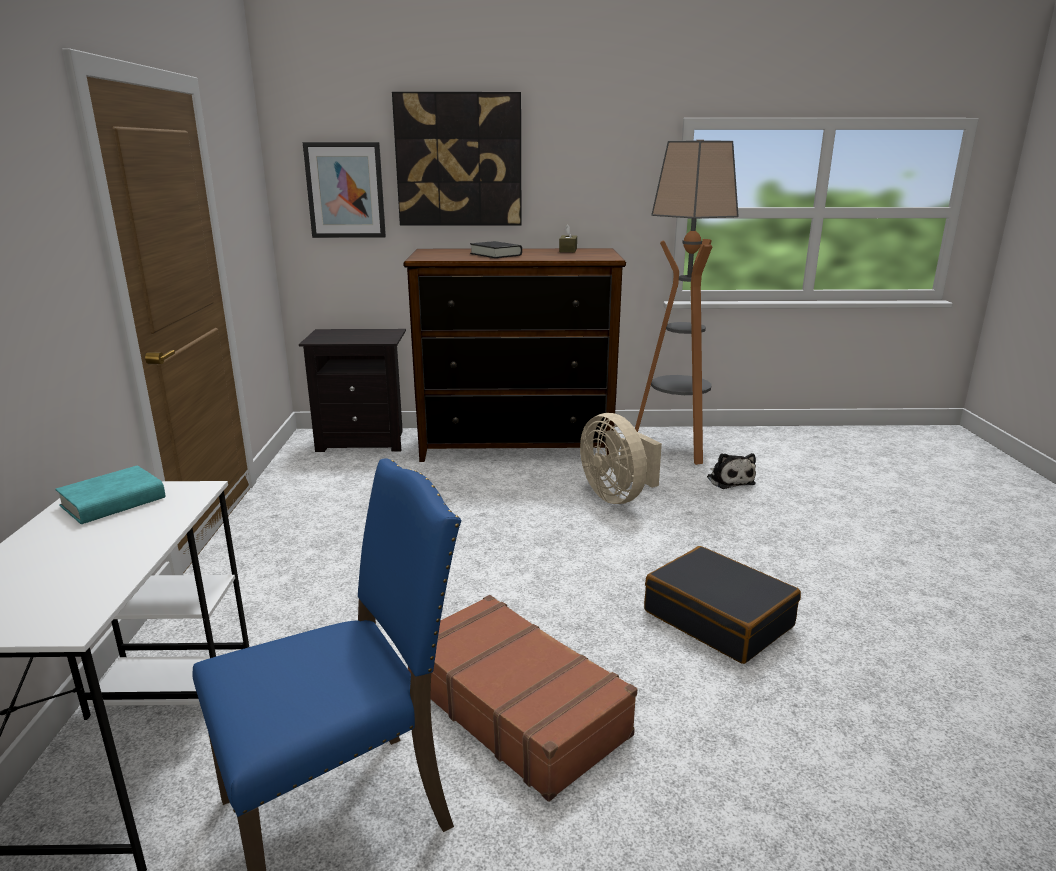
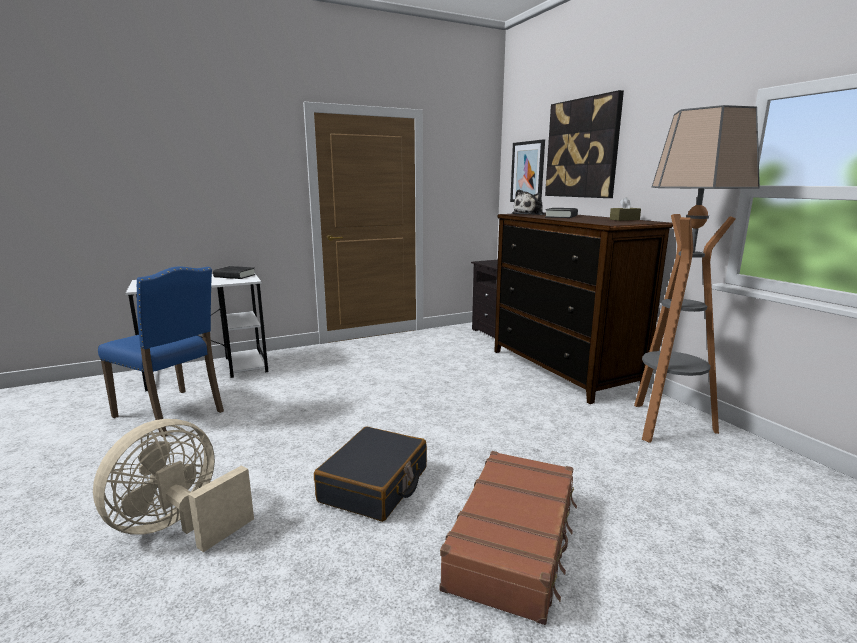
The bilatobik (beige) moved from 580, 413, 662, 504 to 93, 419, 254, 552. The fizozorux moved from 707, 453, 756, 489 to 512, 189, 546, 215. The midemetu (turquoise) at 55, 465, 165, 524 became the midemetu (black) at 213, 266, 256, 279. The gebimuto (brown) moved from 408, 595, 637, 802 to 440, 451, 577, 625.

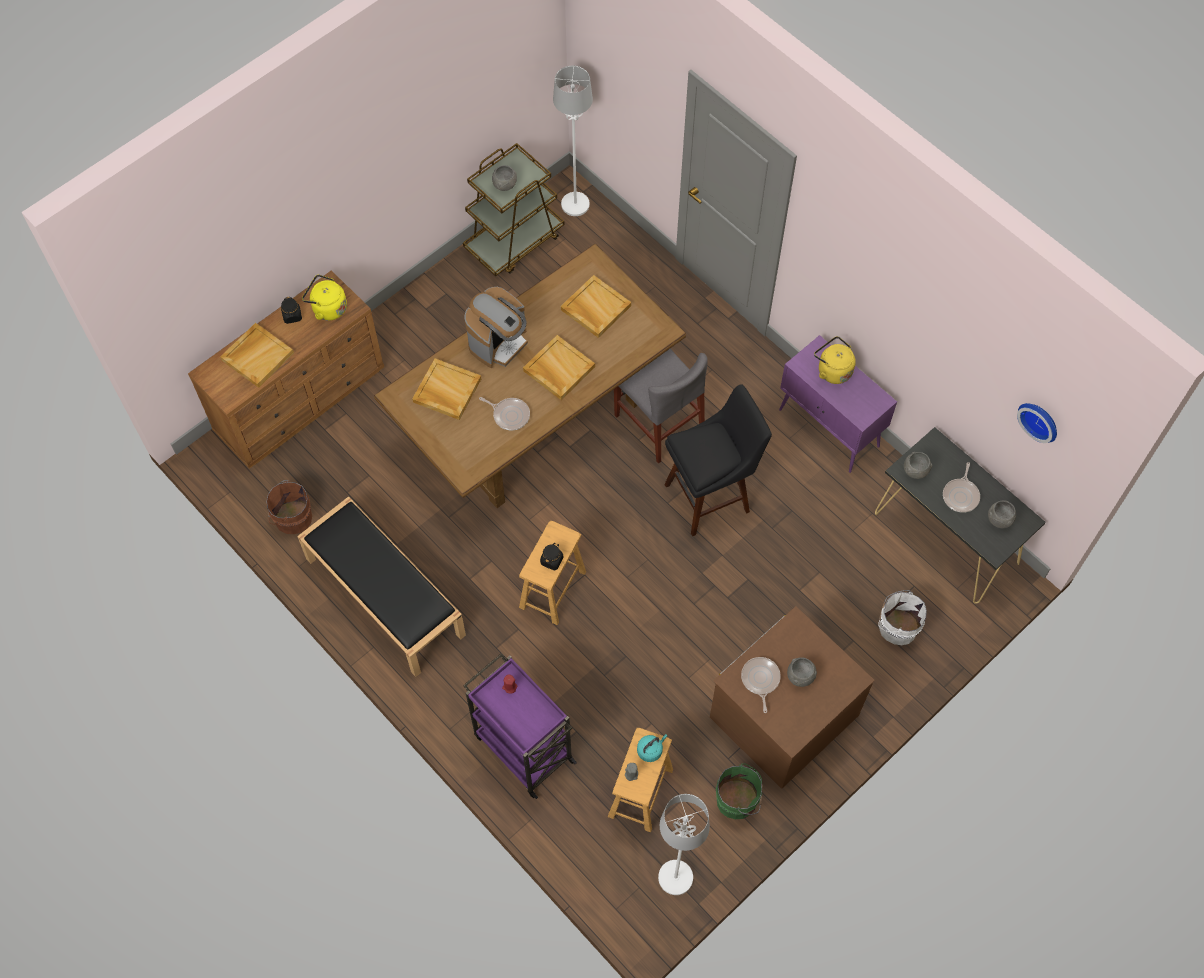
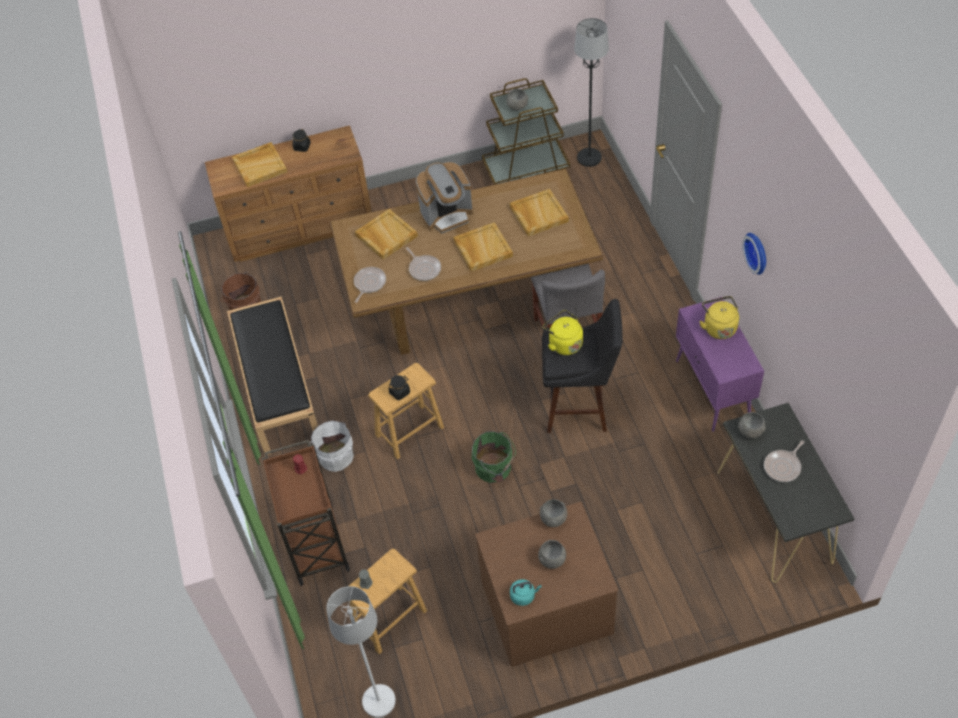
The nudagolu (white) at 553, 66, 593, 216 became the nudagolu (black) at 574, 18, 609, 167. The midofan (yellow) moved from 302, 274, 347, 320 to 543, 310, 583, 355. The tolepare moved from 1017, 403, 1057, 443 to 742, 233, 766, 275. The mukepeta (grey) moved from 988, 501, 1016, 528 to 540, 499, 567, 527. The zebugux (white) moved from 878, 590, 927, 645 to 310, 421, 354, 472. The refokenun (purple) at 463, 653, 577, 799 became the refokenun (brown) at 262, 440, 350, 586. The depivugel moved from 741, 657, 781, 713 to 354, 267, 386, 303. The midofan (turquoise) moved from 637, 734, 667, 762 to 510, 579, 542, 606. The zebugux (green) moved from 716, 763, 763, 819 to 472, 432, 516, 483.

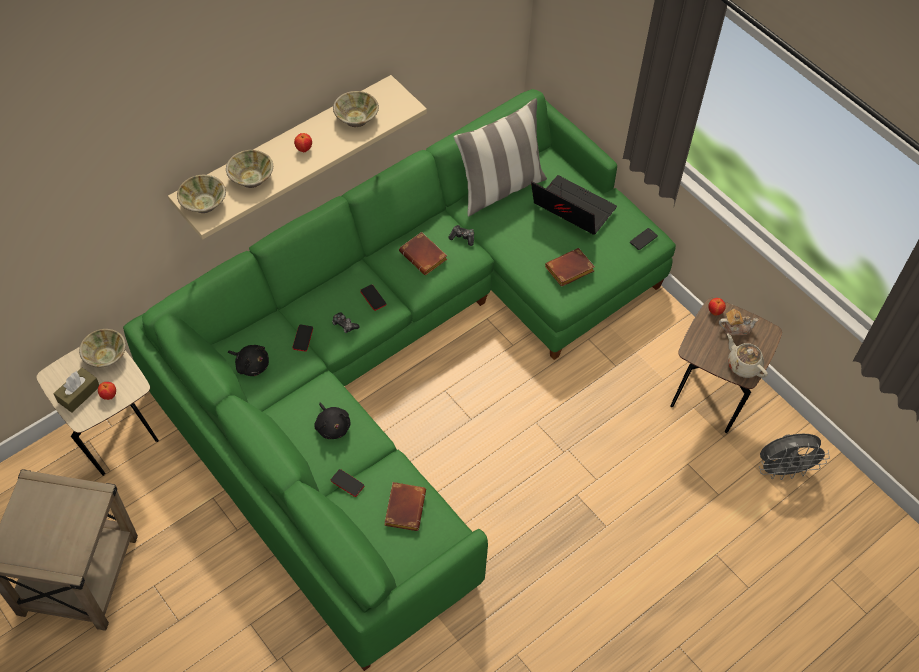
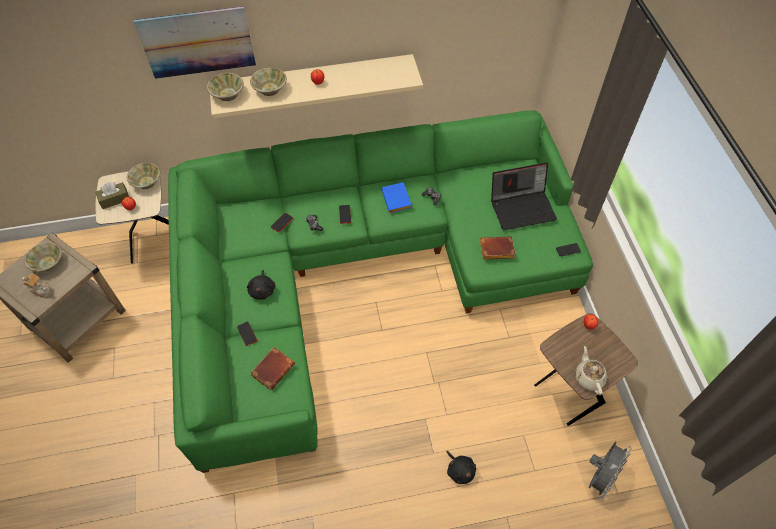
The mukepeta (beige) moved from 333, 91, 379, 127 to 24, 242, 62, 272. The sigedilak at 454, 98, 547, 216 disappeared. The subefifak at 531, 175, 617, 235 turned 105 degrees clockwise. The midemetu (brown) at 399, 232, 447, 275 became the midemetu (blue) at 382, 182, 411, 213. The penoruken moved from 719, 309, 759, 336 to 22, 273, 52, 298. The fizozorux (black) moved from 228, 345, 269, 376 to 446, 451, 476, 484. The bilatobik (grey) at 759, 434, 830, 480 turned 75 degrees counterclockwise. The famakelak at 134, 6, 256, 79 appeared.

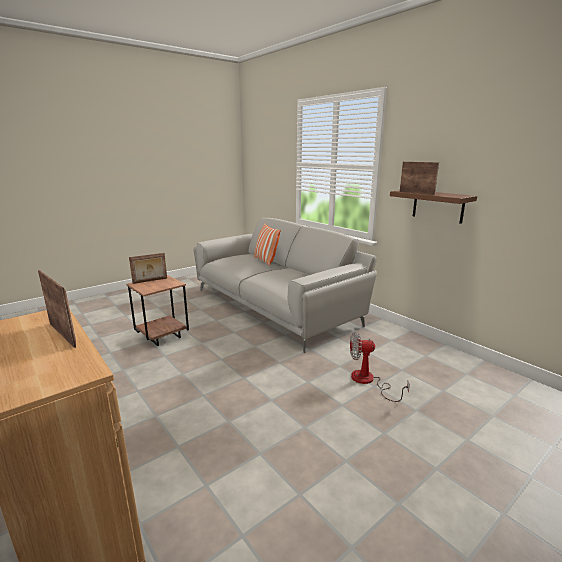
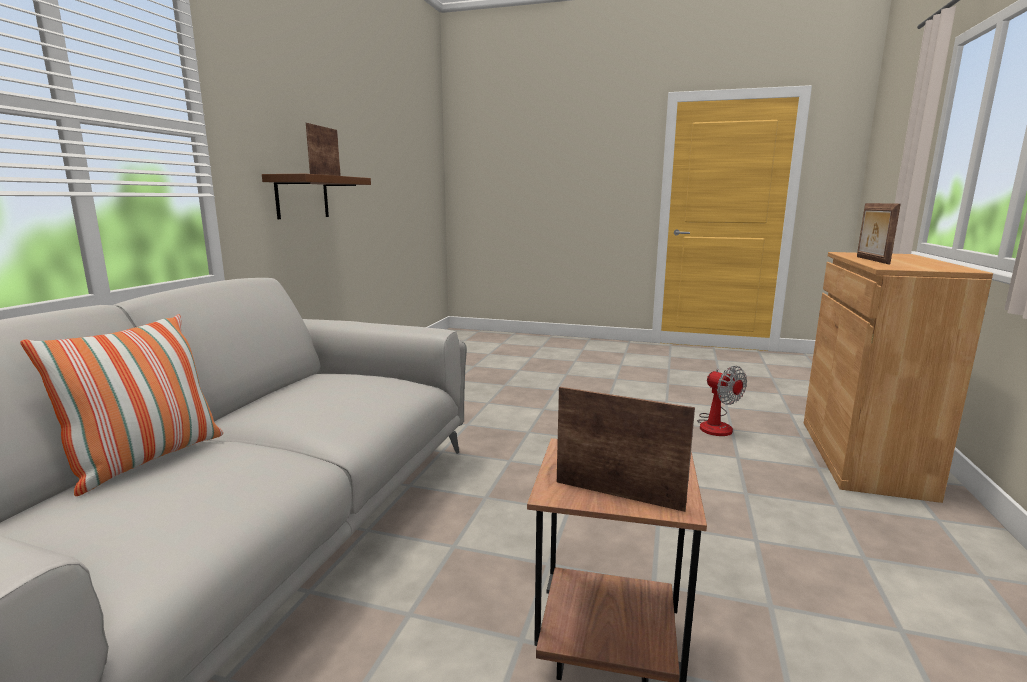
The bilatobik moved from 350, 332, 410, 402 to 697, 366, 747, 436.

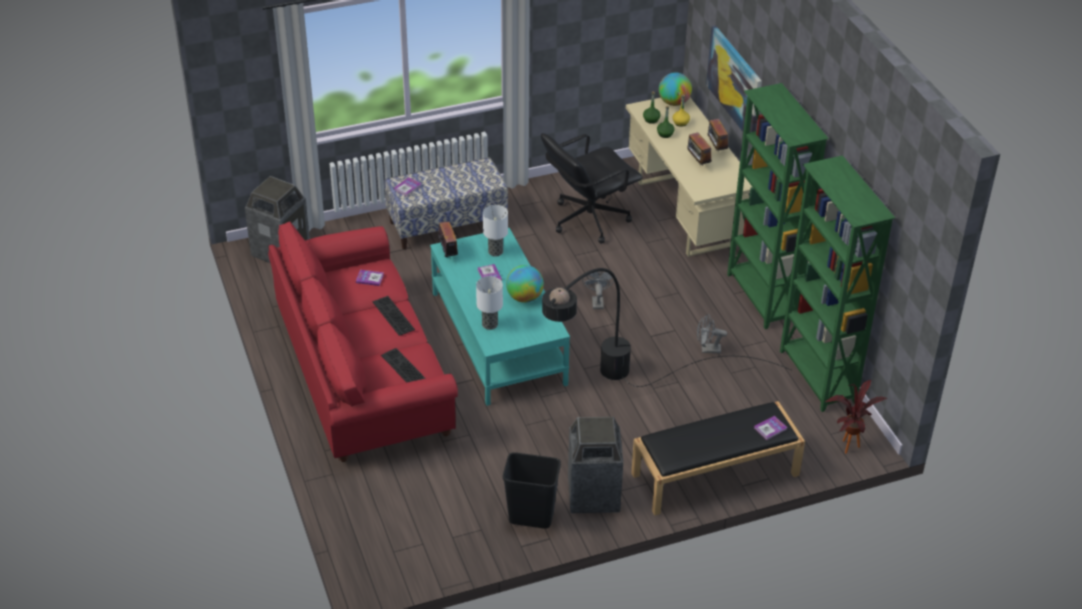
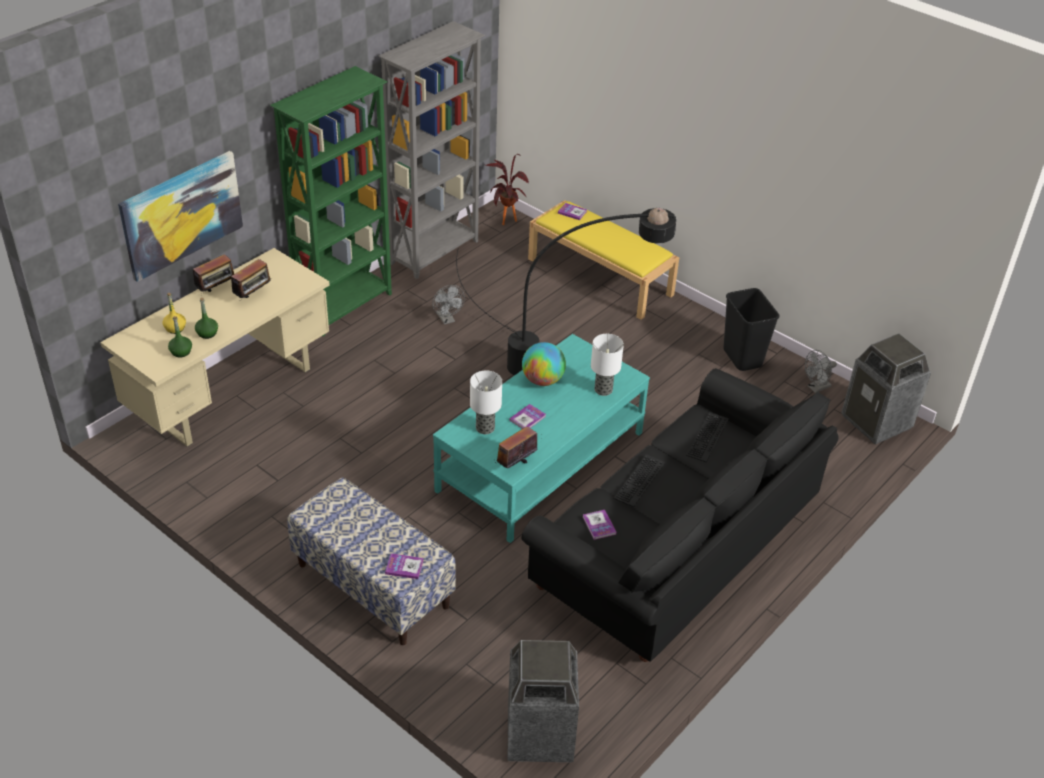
The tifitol at 659, 72, 692, 106 disappeared. The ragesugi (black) at 541, 133, 642, 244 disappeared. The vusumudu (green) at 780, 155, 895, 412 became the vusumudu (grey) at 379, 21, 485, 279. The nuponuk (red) at 268, 221, 458, 462 became the nuponuk (black) at 521, 368, 839, 662. The bilatobik (grey) moved from 582, 271, 614, 309 to 805, 350, 837, 393. The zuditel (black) at 631, 401, 805, 516 became the zuditel (yellow) at 528, 200, 679, 320. The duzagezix moved from 568, 417, 623, 513 to 841, 333, 931, 445.

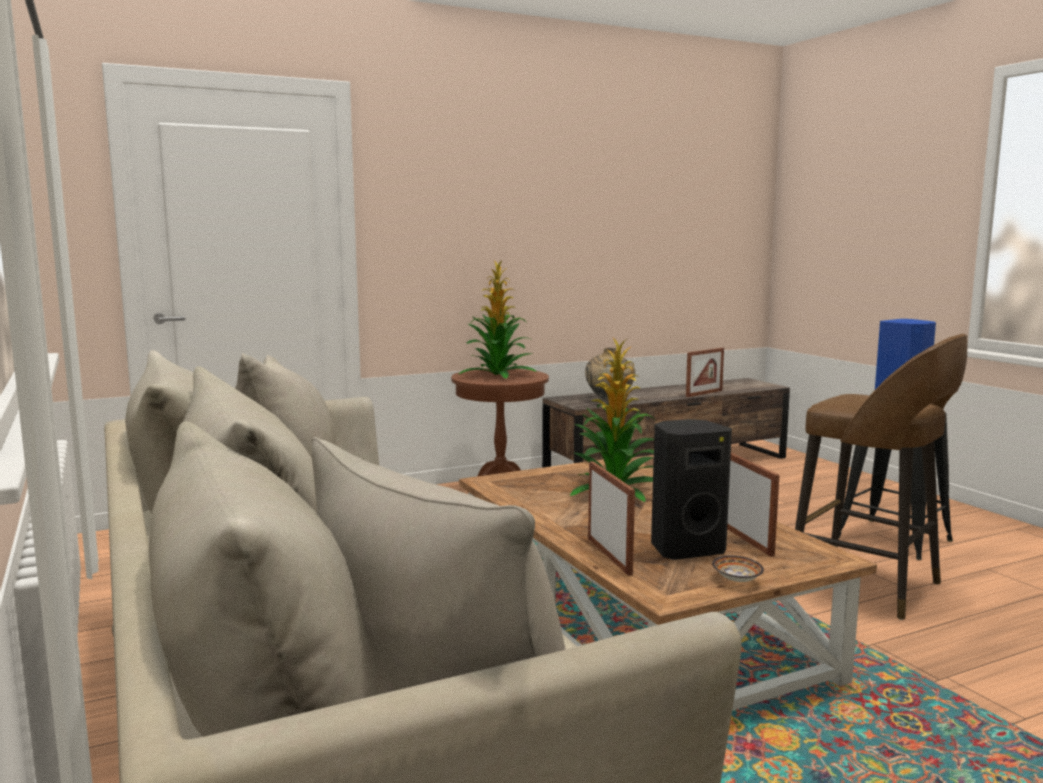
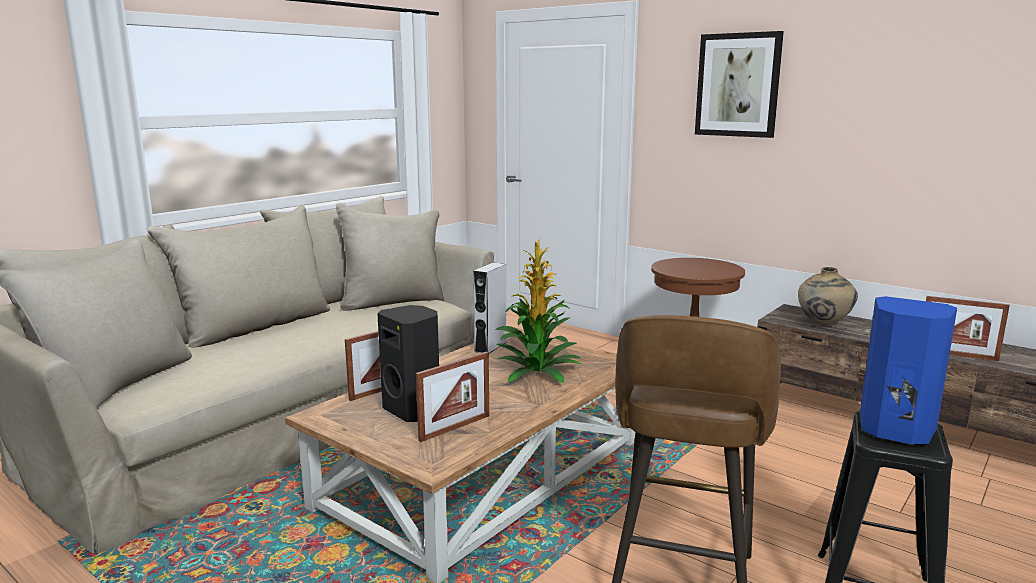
The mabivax at 459, 260, 537, 379 disappeared. The mukepeta at 712, 555, 764, 582 disappeared. The famakelak at 695, 31, 784, 138 appeared. The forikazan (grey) at 473, 262, 507, 353 appeared.

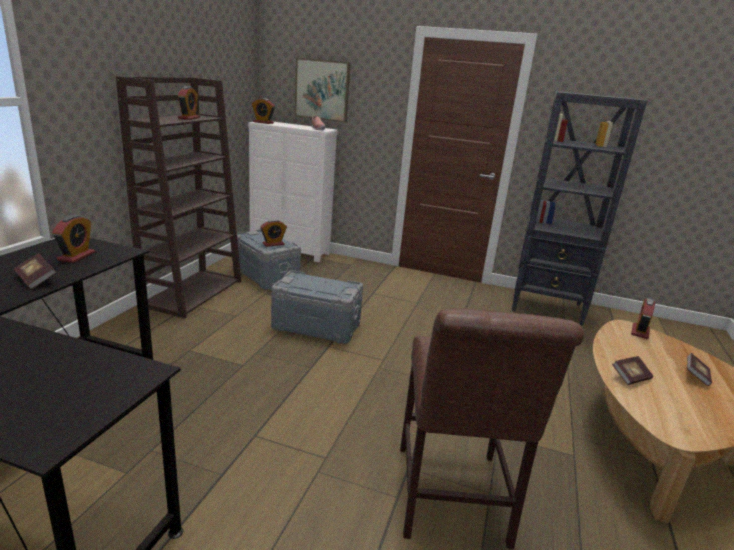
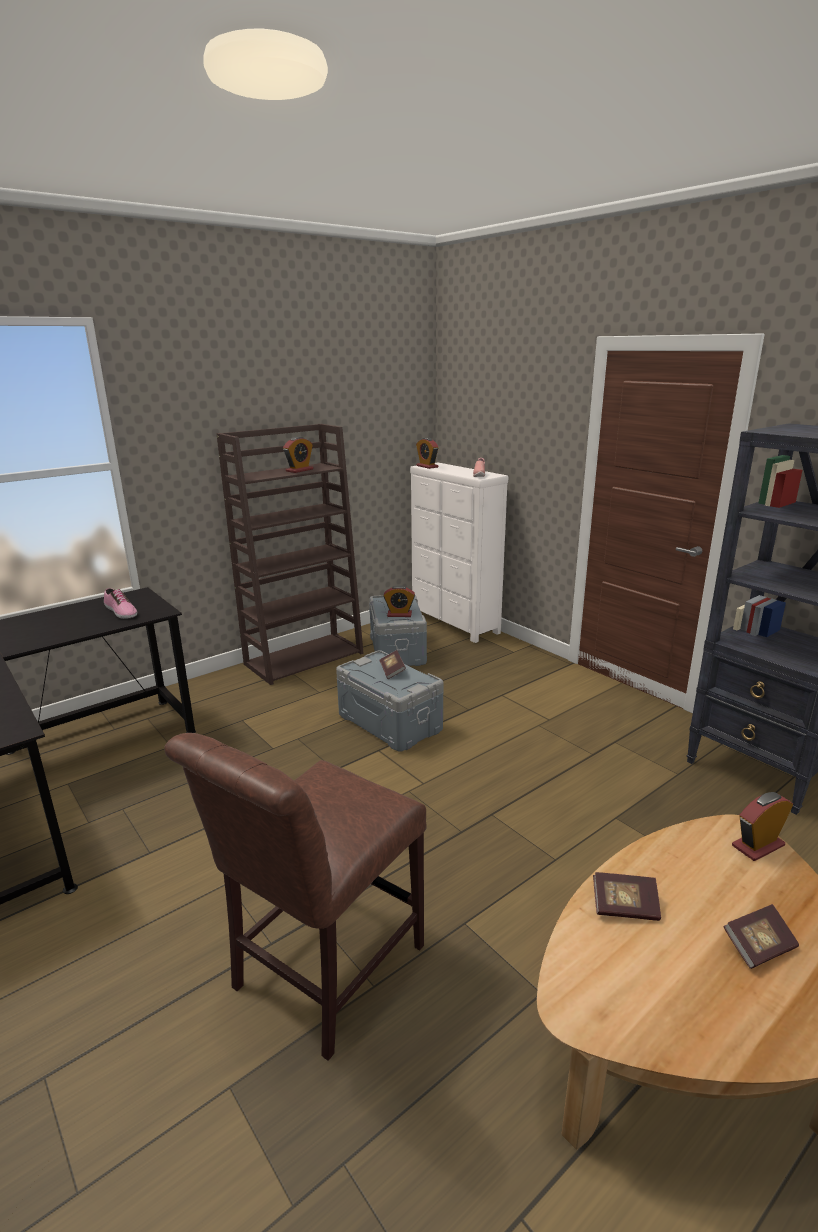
The famakelak at 295, 58, 350, 122 disappeared. The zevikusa at 52, 215, 95, 263 was replaced by the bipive at 104, 588, 137, 619. The midemetu moved from 14, 254, 56, 289 to 379, 650, 406, 679.

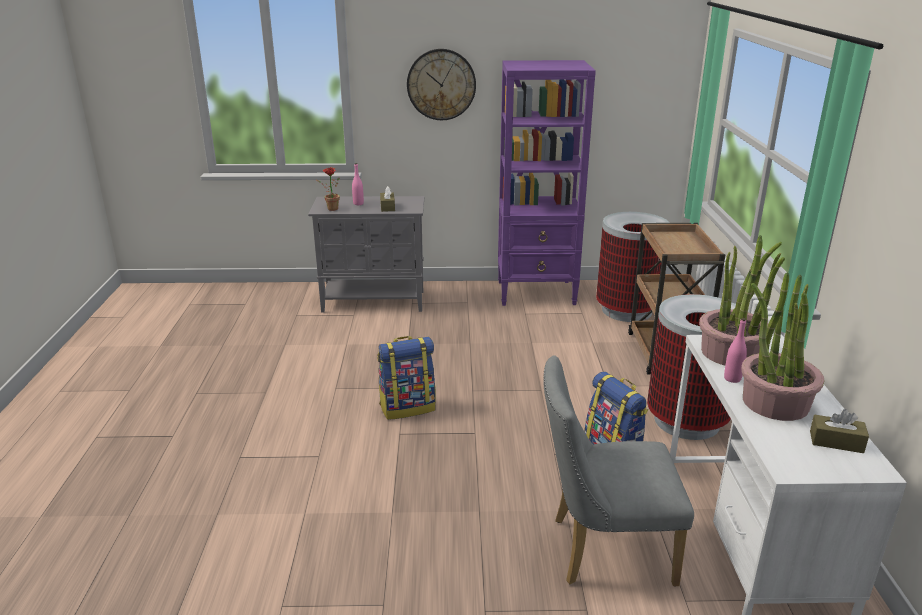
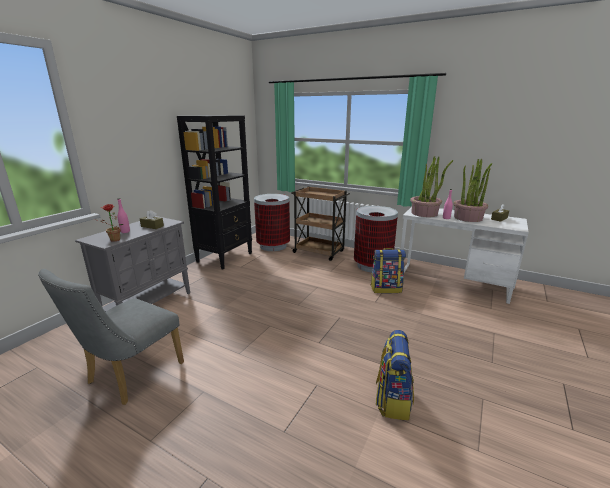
The tolepare at 407, 49, 476, 120 disappeared. The vusumudu (purple) at 498, 60, 596, 306 became the vusumudu (black) at 177, 115, 252, 270. The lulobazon moved from 378, 336, 436, 420 to 376, 330, 414, 420. The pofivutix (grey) moved from 543, 355, 694, 587 to 38, 269, 184, 405.

